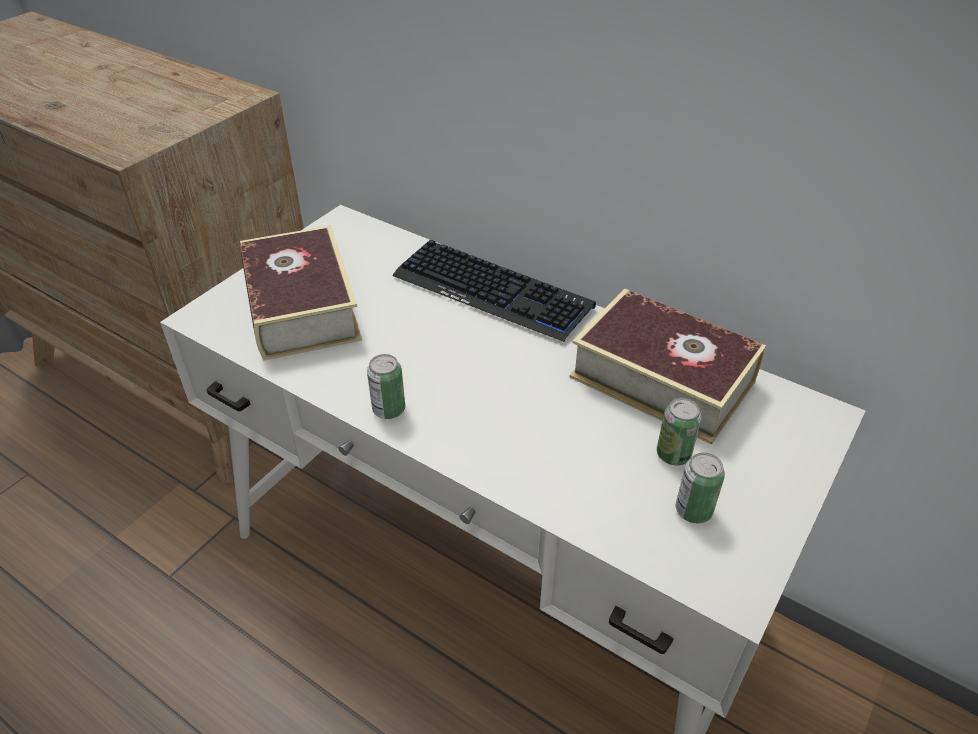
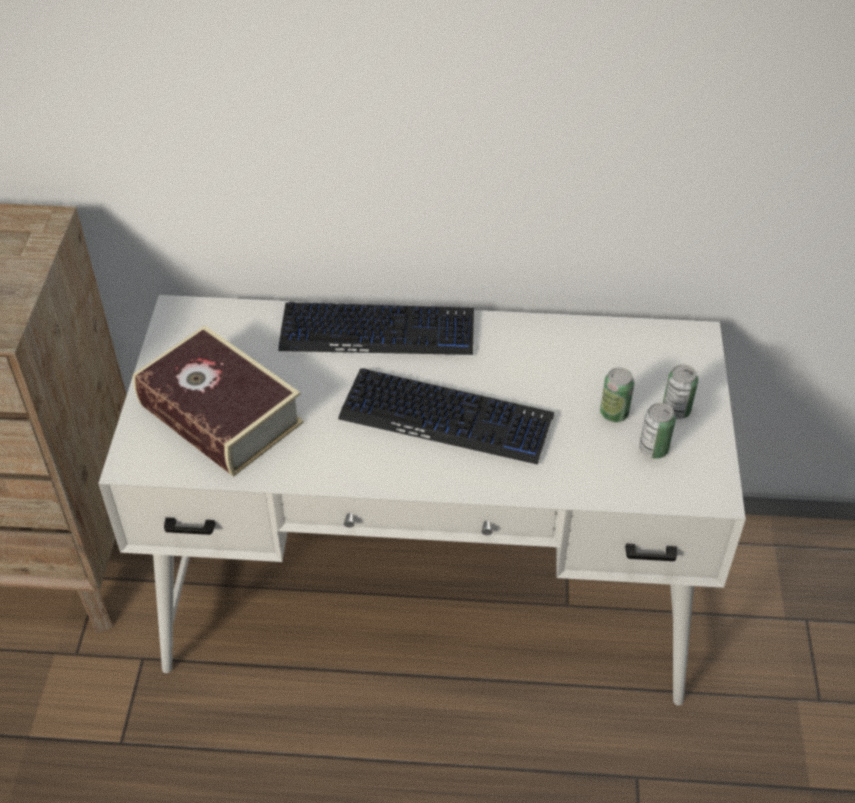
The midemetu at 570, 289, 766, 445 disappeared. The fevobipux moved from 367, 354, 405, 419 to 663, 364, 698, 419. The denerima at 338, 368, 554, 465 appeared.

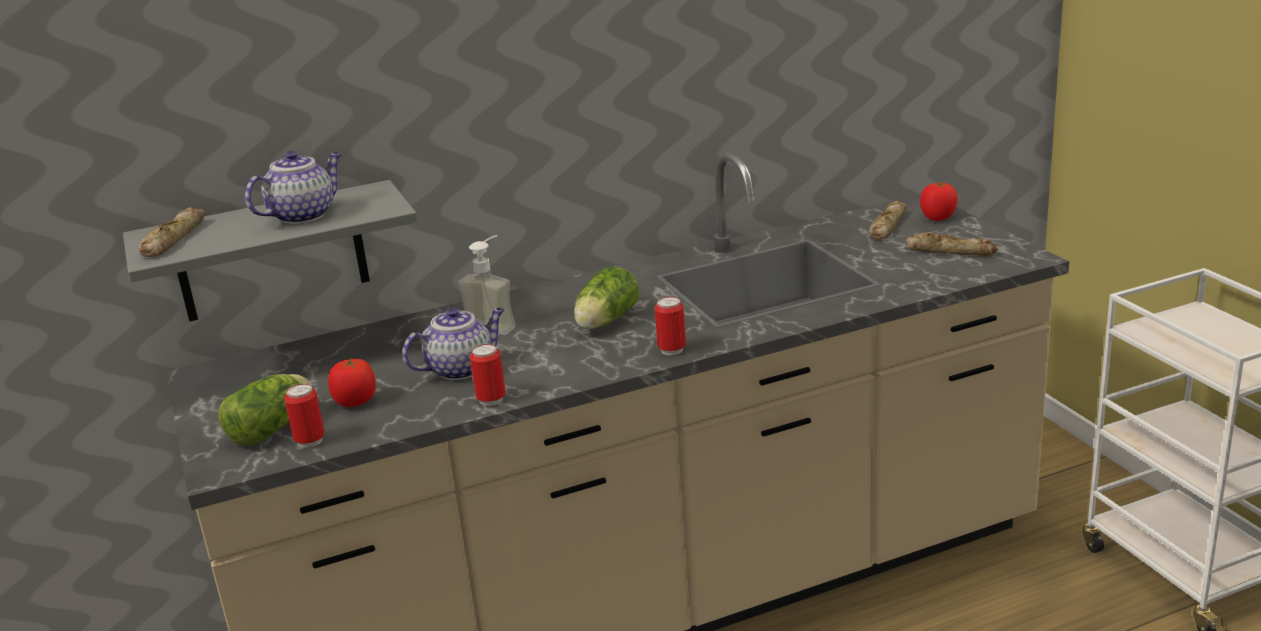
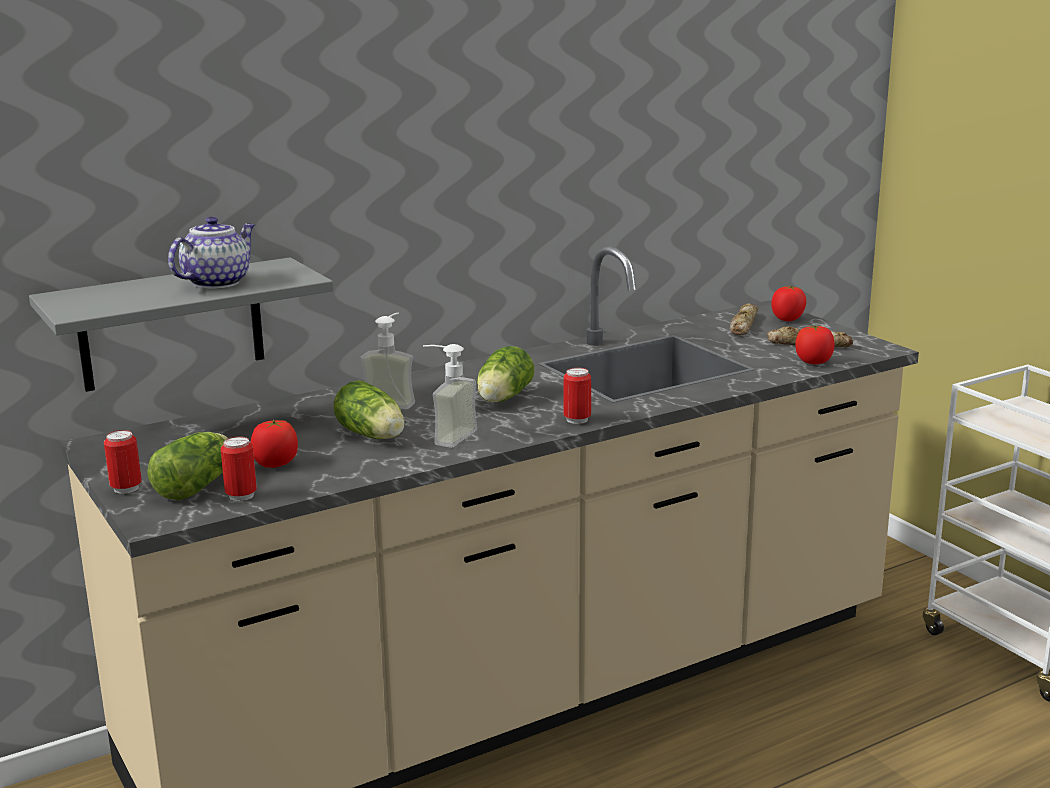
The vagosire at 139, 207, 206, 257 disappeared. The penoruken at 402, 308, 505, 380 was replaced by the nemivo at 334, 380, 405, 439. The fevobipux moved from 470, 344, 506, 406 to 104, 430, 142, 494. The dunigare at 795, 325, 835, 364 appeared. The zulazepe at 423, 344, 477, 448 appeared.

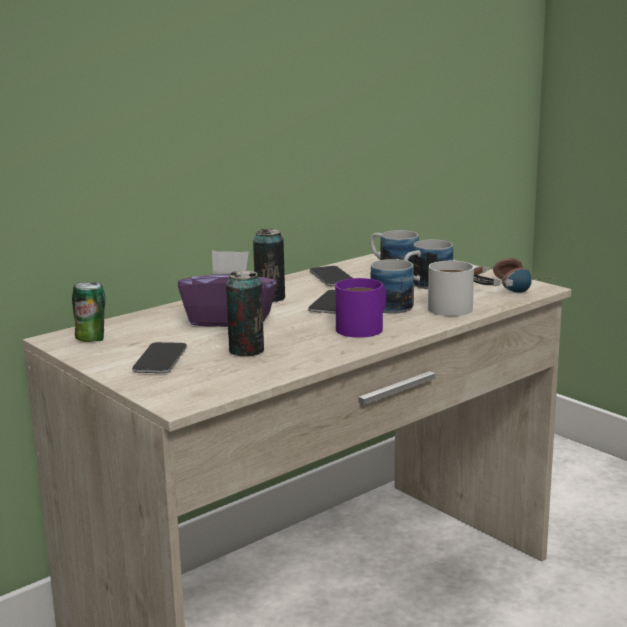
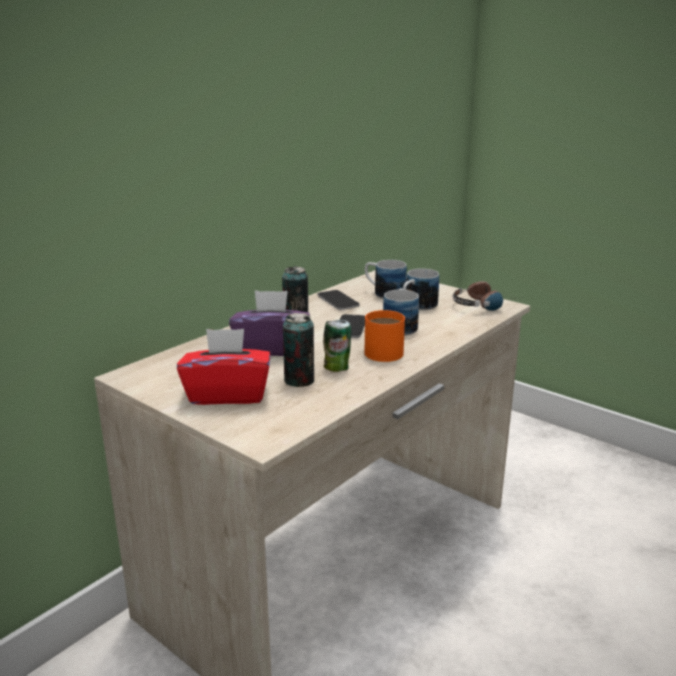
The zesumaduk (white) at 428, 261, 474, 316 disappeared. The zesumaduk (purple) at 335, 278, 386, 338 became the zesumaduk (orange) at 365, 310, 405, 362. The fevobipux moved from 72, 282, 105, 342 to 323, 320, 352, 372. The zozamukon at 132, 342, 187, 373 was replaced by the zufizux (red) at 177, 329, 271, 405.

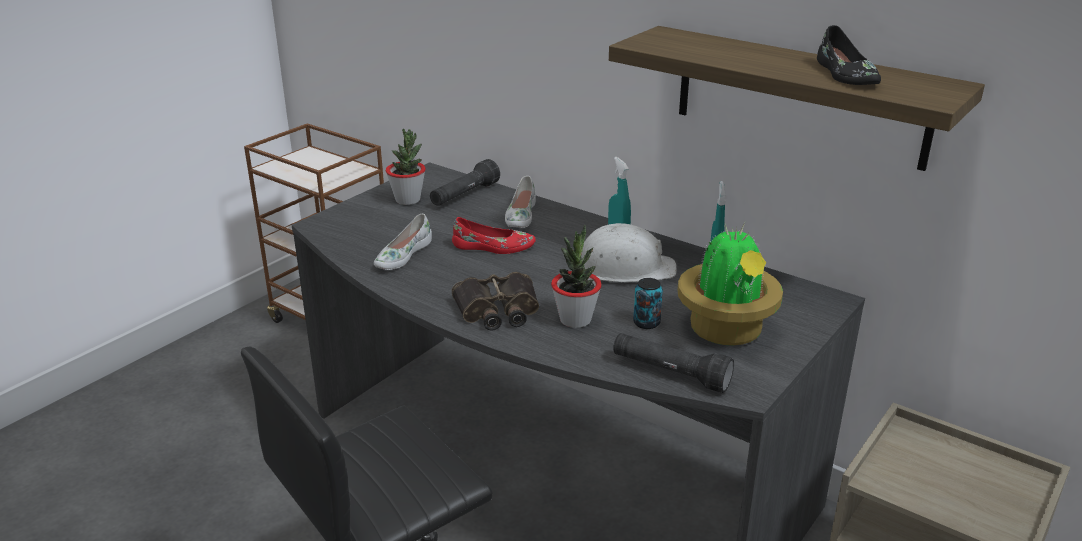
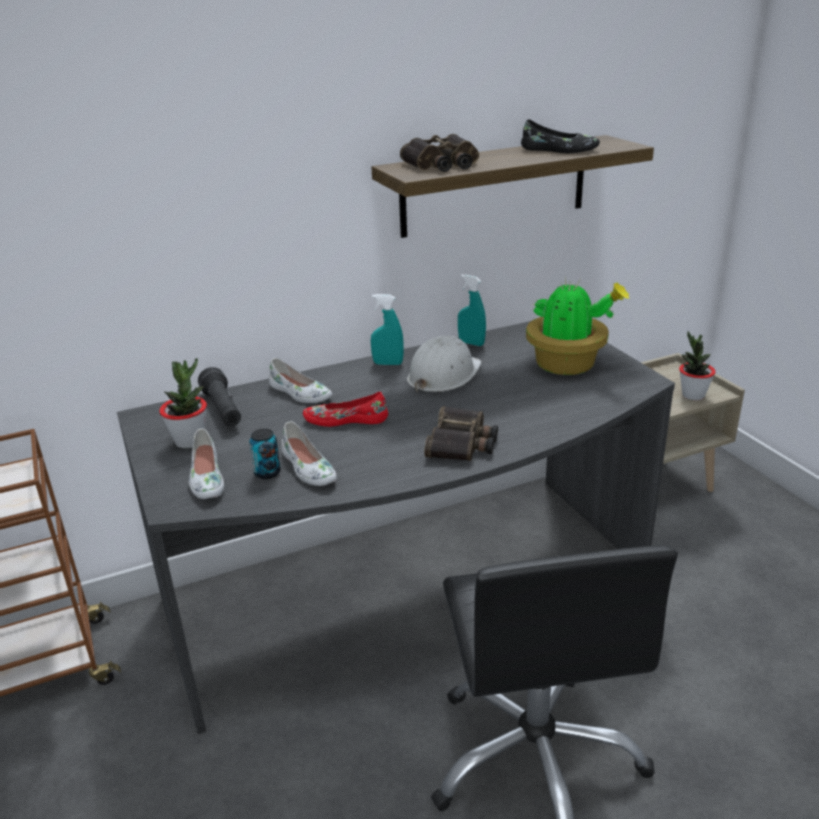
The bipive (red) at 452, 217, 536, 254 turned 120 degrees counterclockwise. The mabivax moved from 551, 225, 602, 328 to 679, 331, 716, 401. The fevobipux moved from 633, 278, 663, 329 to 249, 429, 281, 479. The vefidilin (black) at 613, 333, 734, 393 disappeared. The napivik at 400, 134, 479, 172 appeared. The bipive (white) at 189, 428, 224, 499 appeared.

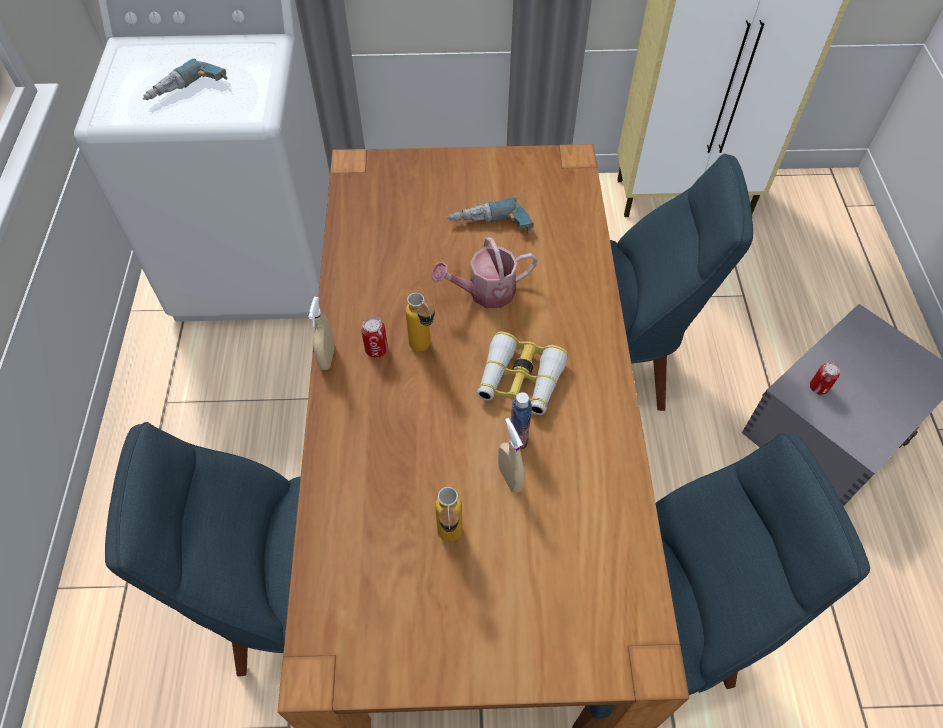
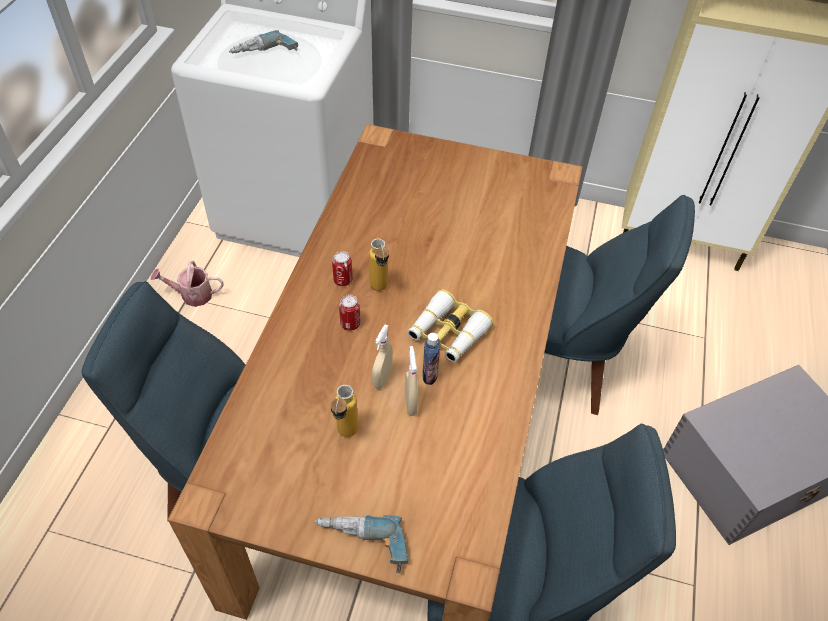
The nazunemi moved from 447, 198, 534, 234 to 315, 515, 408, 573. The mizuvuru moved from 431, 237, 537, 308 to 151, 261, 224, 307. The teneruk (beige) moved from 309, 297, 335, 370 to 372, 324, 393, 389. The fevobipux moved from 810, 362, 840, 395 to 339, 295, 360, 331.

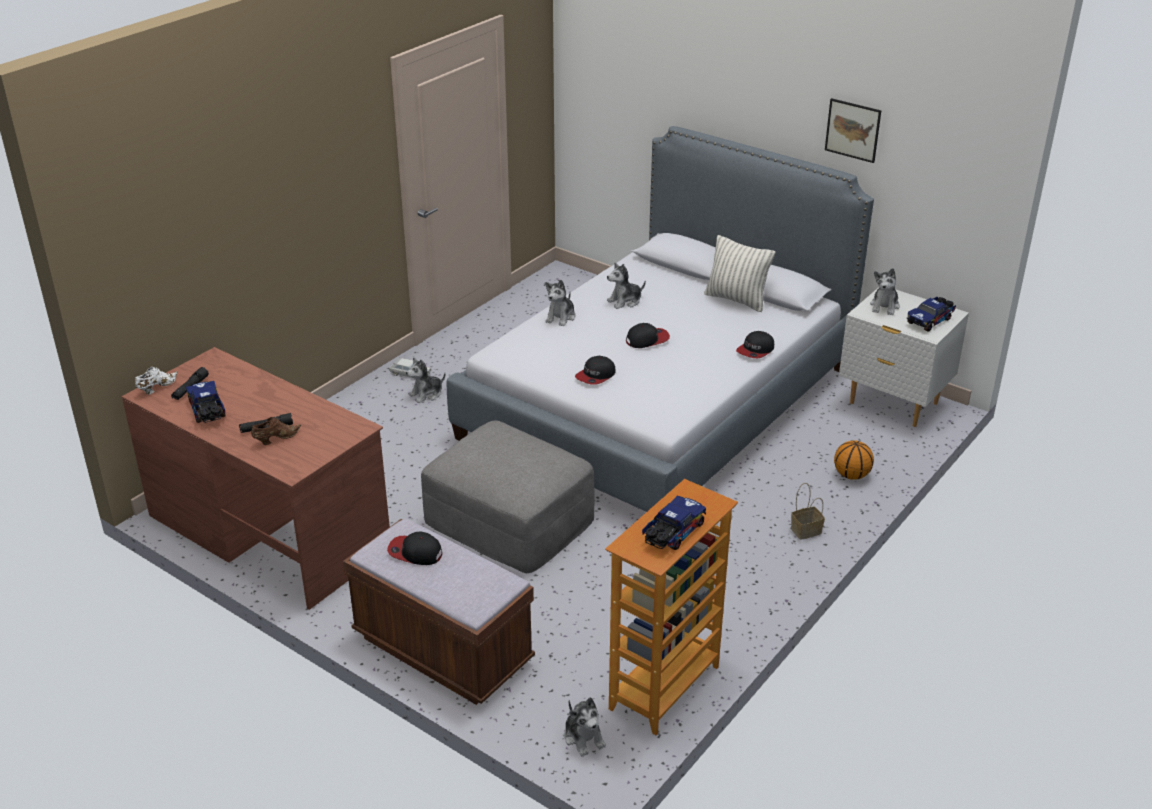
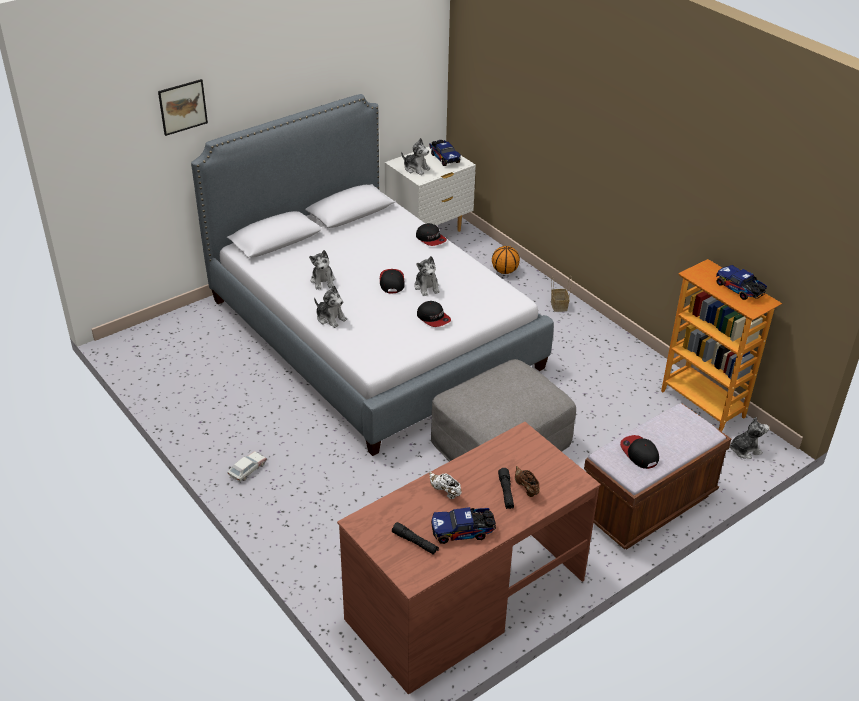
The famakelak moved from 825, 98, 881, 163 to 158, 79, 208, 136. The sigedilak at 704, 235, 776, 312 disappeared. The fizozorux moved from 406, 357, 446, 403 to 414, 256, 440, 296. The bipive (white) moved from 135, 367, 177, 394 to 429, 472, 462, 499. The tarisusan at 387, 532, 442, 565 turned 120 degrees clockwise.

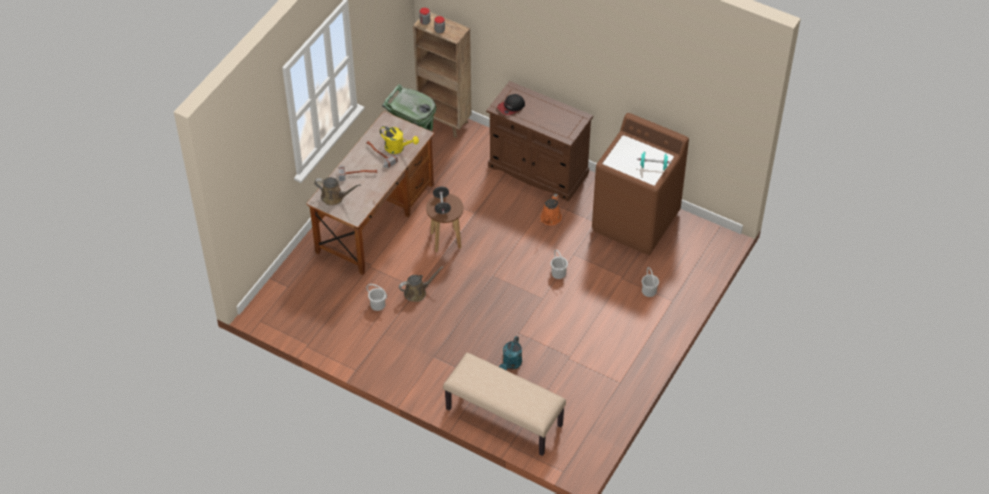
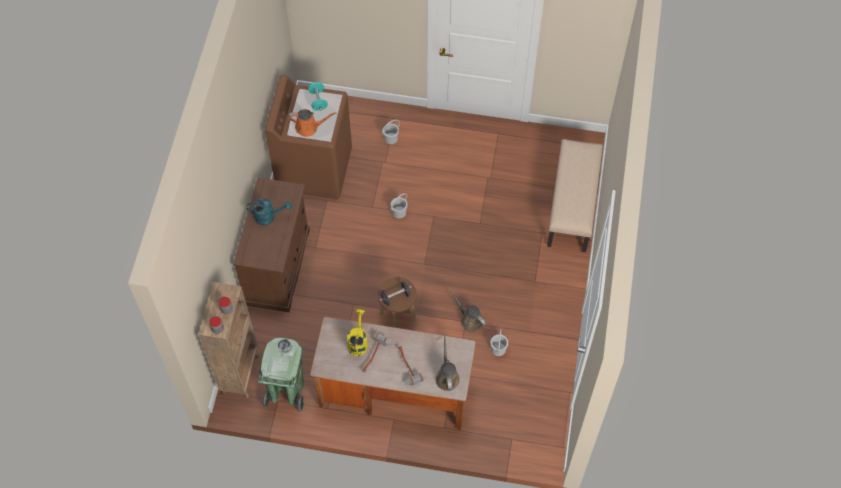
The tarisusan at 497, 94, 525, 115 disappeared. The mizuvuru (orange) moved from 540, 193, 562, 226 to 288, 109, 336, 137. The mizuvuru (turquoise) moved from 499, 336, 522, 371 to 246, 198, 291, 225.

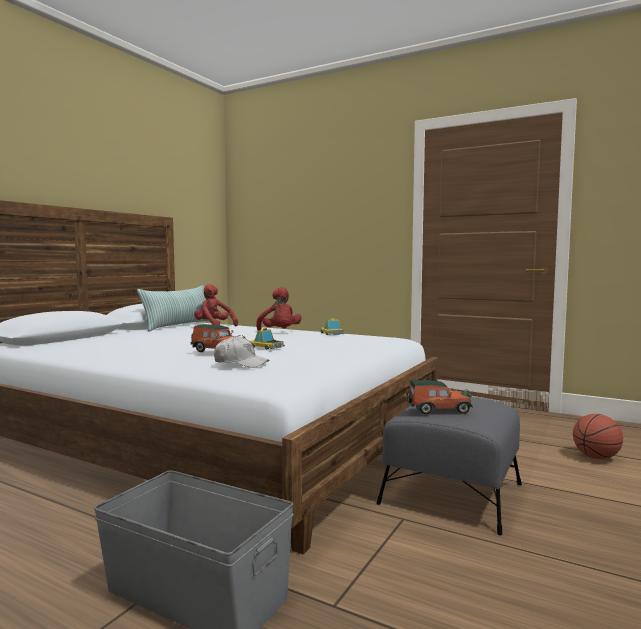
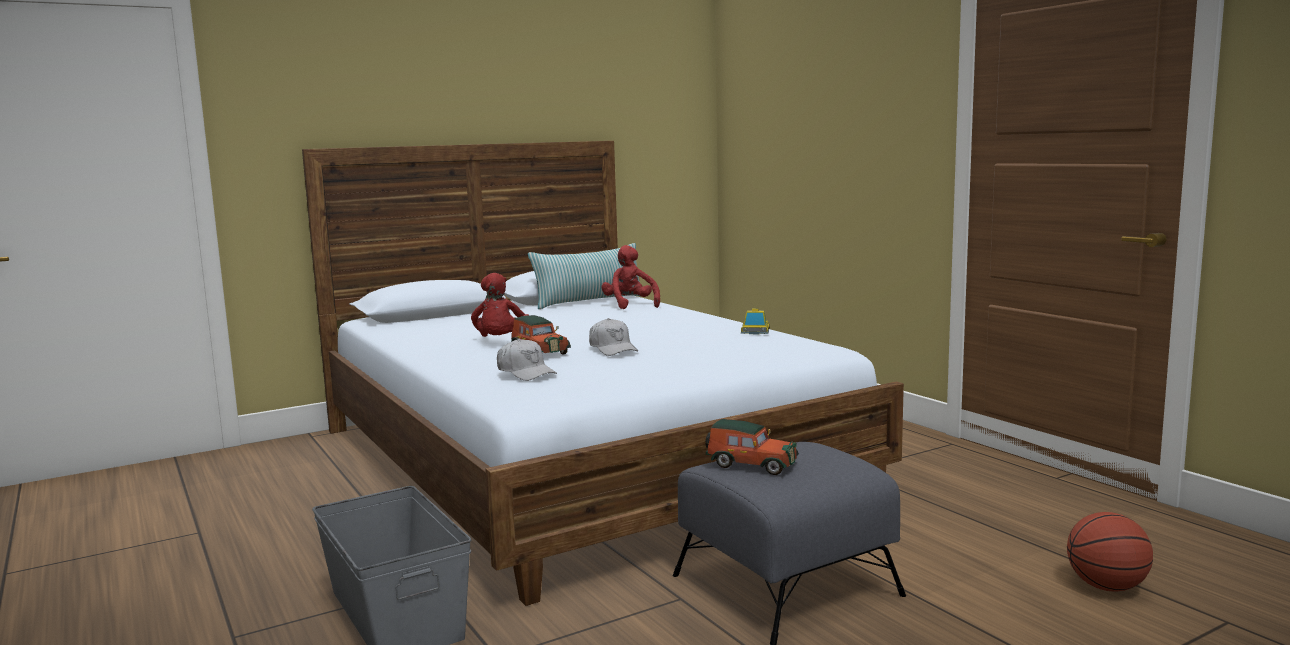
The fizozorux (red) moved from 256, 287, 302, 331 to 471, 273, 528, 337. The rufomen at 250, 328, 285, 349 was replaced by the tarisusan (white) at 589, 318, 638, 356.

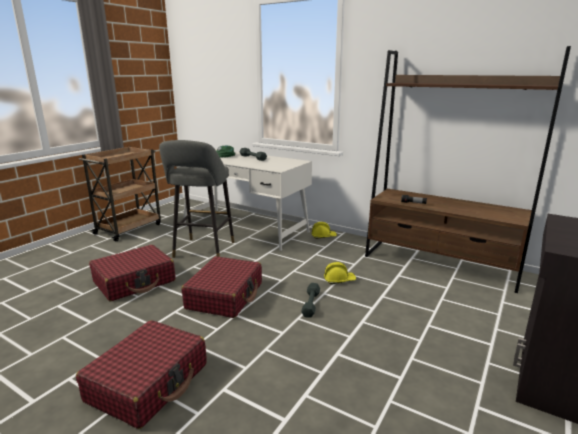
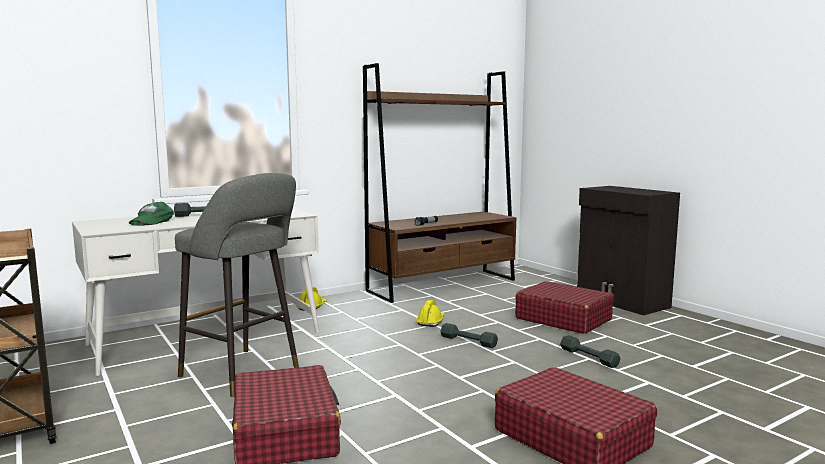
The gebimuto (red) moved from 181, 256, 262, 318 to 515, 281, 614, 334. The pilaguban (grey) at 560, 335, 621, 368 appeared.

